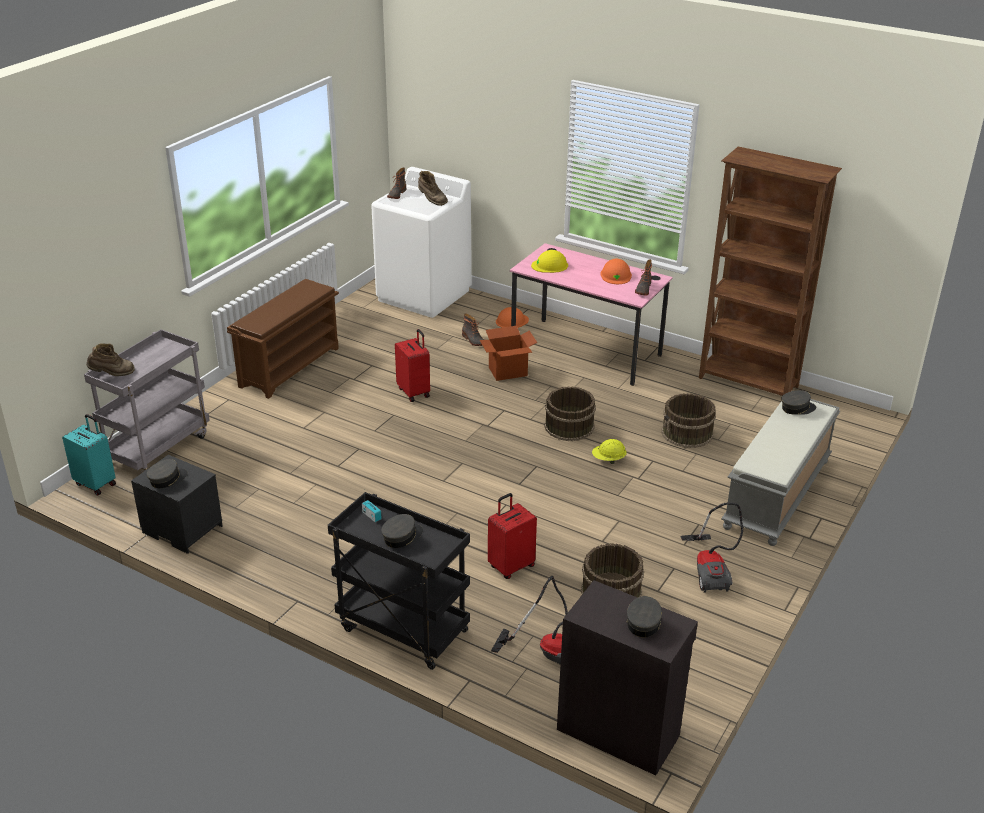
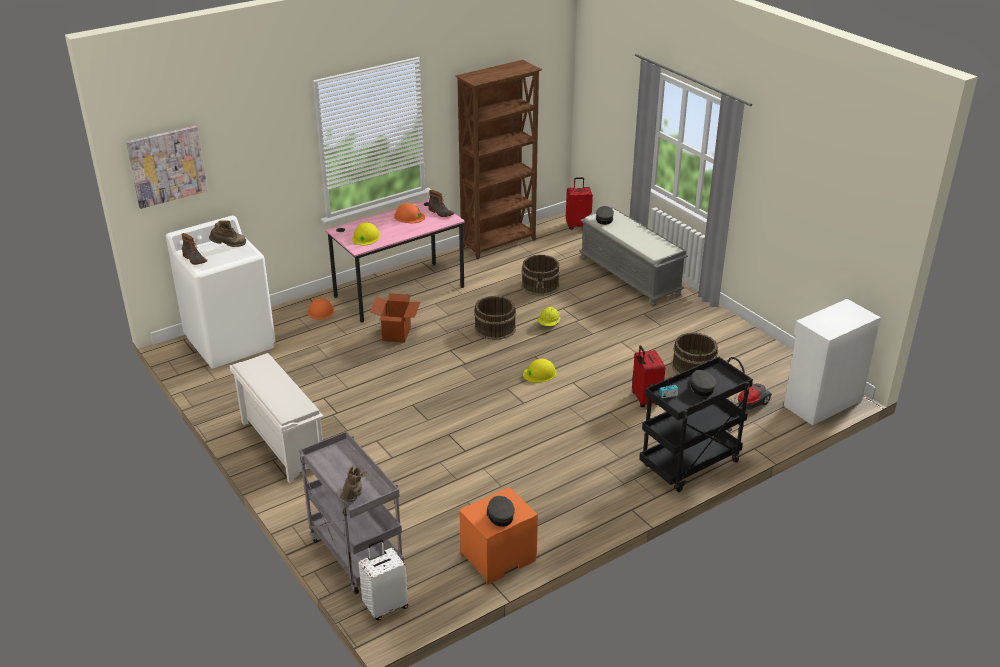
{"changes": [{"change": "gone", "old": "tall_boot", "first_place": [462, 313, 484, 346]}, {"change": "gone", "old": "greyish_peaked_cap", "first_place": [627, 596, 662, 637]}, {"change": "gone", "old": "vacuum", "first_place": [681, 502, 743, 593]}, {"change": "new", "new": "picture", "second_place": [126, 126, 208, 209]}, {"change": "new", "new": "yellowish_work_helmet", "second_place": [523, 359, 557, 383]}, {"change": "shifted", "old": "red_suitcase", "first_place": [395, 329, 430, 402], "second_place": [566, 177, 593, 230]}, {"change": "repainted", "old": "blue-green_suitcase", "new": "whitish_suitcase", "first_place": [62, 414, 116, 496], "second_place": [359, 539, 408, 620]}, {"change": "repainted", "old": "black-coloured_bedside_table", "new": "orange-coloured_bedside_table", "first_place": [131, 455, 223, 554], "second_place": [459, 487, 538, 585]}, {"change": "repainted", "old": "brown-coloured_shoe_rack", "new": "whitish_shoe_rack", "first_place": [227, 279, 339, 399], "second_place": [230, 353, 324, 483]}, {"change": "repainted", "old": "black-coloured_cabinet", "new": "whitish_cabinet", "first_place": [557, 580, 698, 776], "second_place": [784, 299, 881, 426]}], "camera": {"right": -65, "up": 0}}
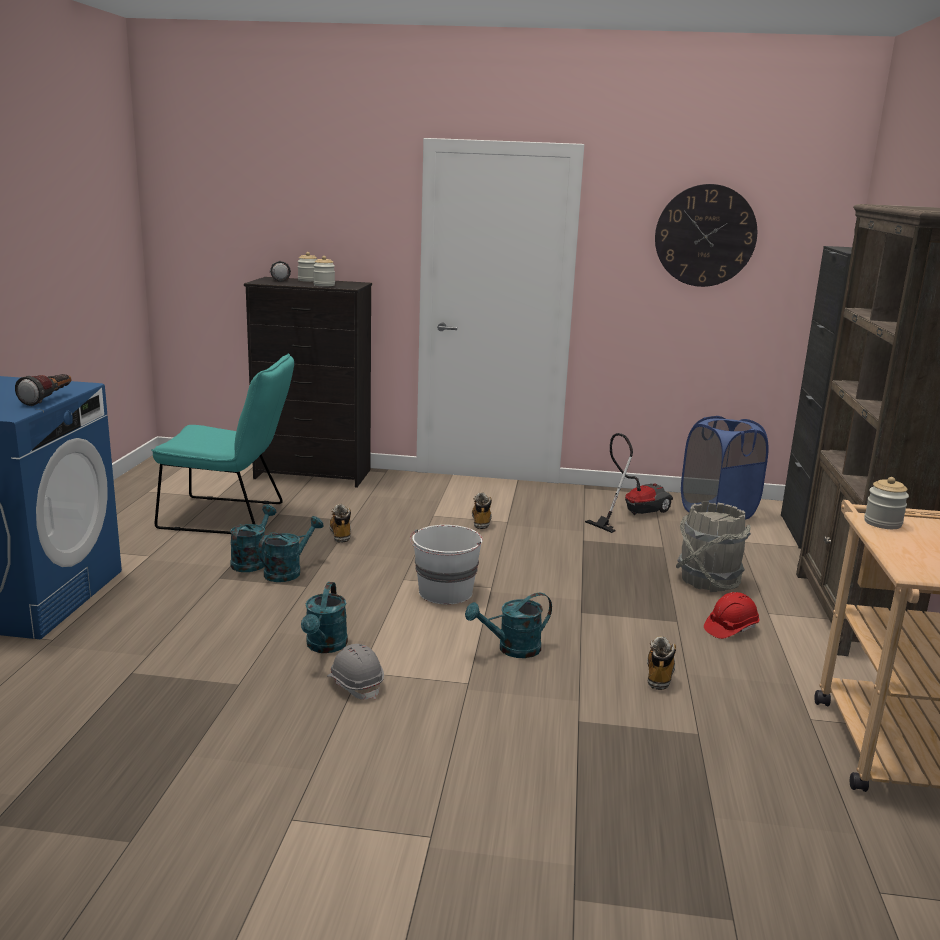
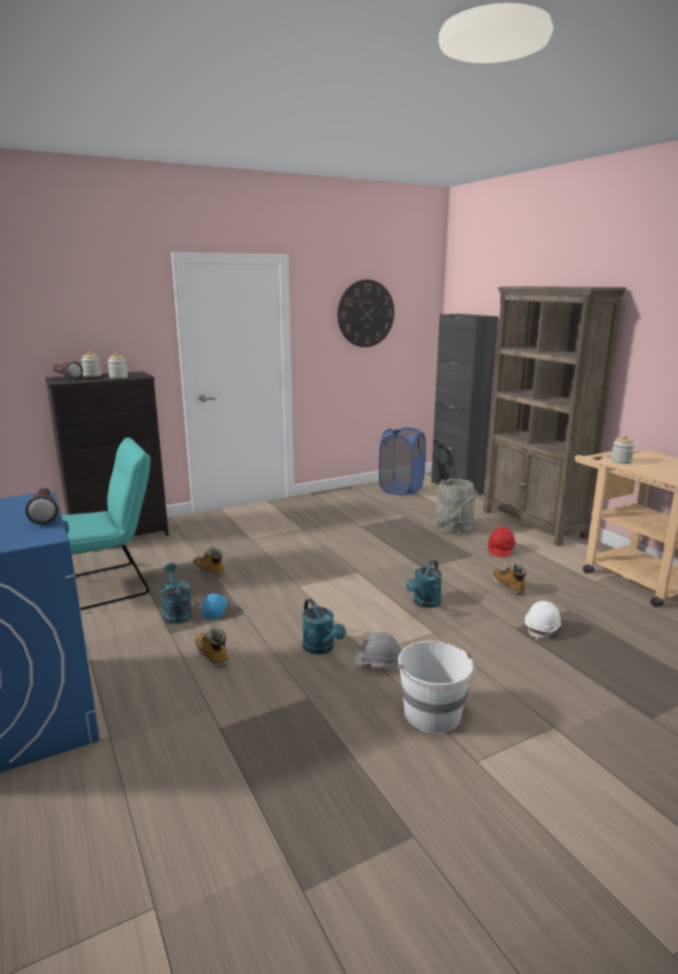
{"changes": [{"change": "gone", "old": "vacuum", "first_place": [585, 433, 673, 533]}, {"change": "new", "new": "whitish_work_helmet", "second_place": [525, 601, 562, 640]}, {"change": "shifted", "old": "whitish_pail", "first_place": [410, 525, 483, 604], "second_place": [398, 641, 476, 734]}, {"change": "shifted", "old": "tall_boot", "first_place": [472, 492, 492, 529], "second_place": [195, 627, 229, 668]}, {"change": "swapped", "old": "blue-green_sprinkling_can", "new": "blue_peaked_cap", "first_place": [258, 516, 324, 582], "second_place": [202, 593, 228, 619]}], "camera": {"right": -35, "up": 0}}
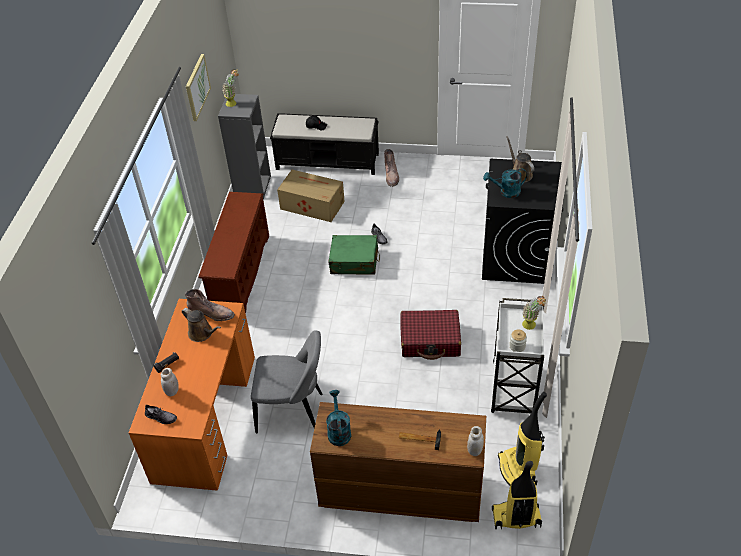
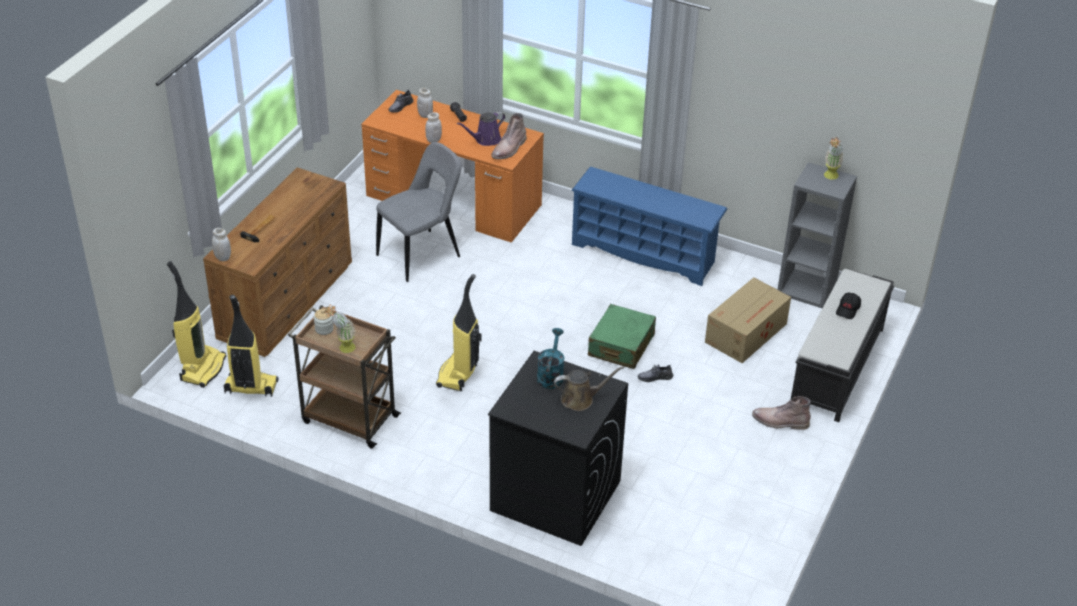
{"changes": [{"change": "gone", "old": "picture", "first_place": [186, 54, 211, 121]}, {"change": "gone", "old": "blue-green_sprinkling_can", "first_place": [326, 390, 351, 446]}, {"change": "new", "new": "whitish_storage_jar", "second_place": [425, 112, 442, 143]}, {"change": "swapped", "old": "red_suitcase", "new": "vacuum", "first_place": [400, 310, 461, 360], "second_place": [436, 274, 482, 391]}, {"change": "repainted", "old": "brown-coloured_sprinkling_can", "new": "purplish_sprinkling_can", "first_place": [182, 308, 221, 342], "second_place": [457, 111, 505, 146]}, {"change": "repainted", "old": "brown-coloured_shoe_rack", "new": "blue_shoe_rack", "first_place": [198, 192, 269, 314], "second_place": [571, 167, 727, 286]}, {"change": "repainted", "old": "whitish_cart", "new": "brown-coloured_cart", "first_place": [491, 298, 544, 413], "second_place": [288, 305, 401, 449]}, {"change": "rotated", "old": "greyish_plain_chair", "first_place": [251, 330, 323, 433], "second_place": [376, 142, 462, 282], "degrees": -150}], "camera": {"right": 105, "up": -5}}
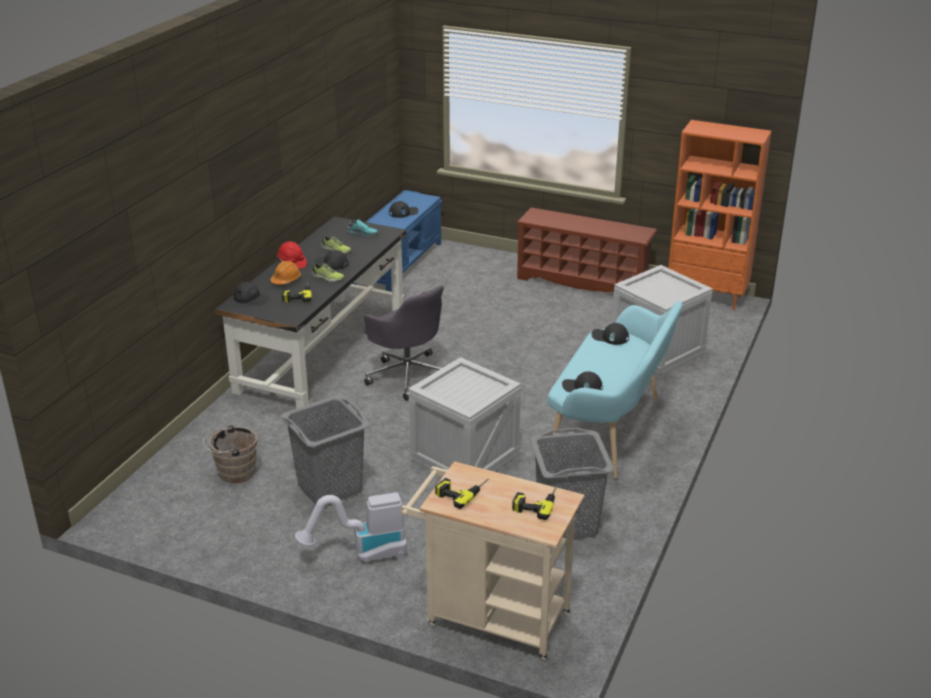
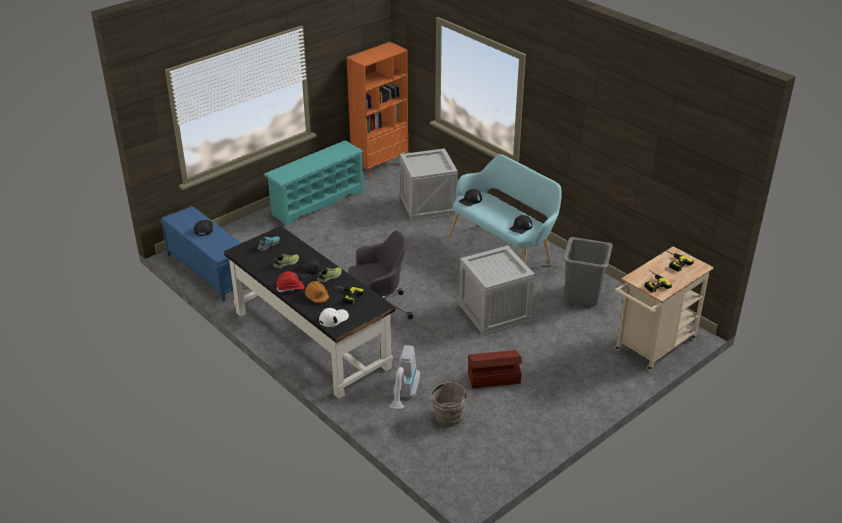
{"changes": [{"change": "shifted", "old": "vacuum", "first_place": [295, 492, 407, 563], "second_place": [389, 345, 420, 409]}, {"change": "swapped", "old": "greyish_hamper", "new": "brown-coloured_storage_container", "first_place": [281, 396, 370, 506], "second_place": [468, 350, 522, 389]}, {"change": "repainted", "old": "black-coloured_peaked_cap", "new": "whitish_peaked_cap", "first_place": [233, 282, 269, 306], "second_place": [319, 308, 349, 327]}, {"change": "repainted", "old": "brown-coloured_shoe_rack", "new": "blue-green_shoe_rack", "first_place": [516, 208, 658, 292], "second_place": [264, 140, 364, 227]}], "camera": {"right": -65, "up": 5}}
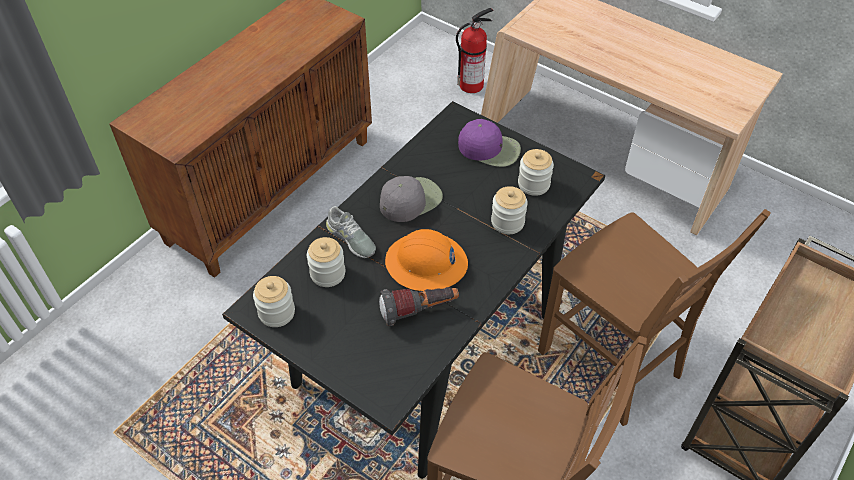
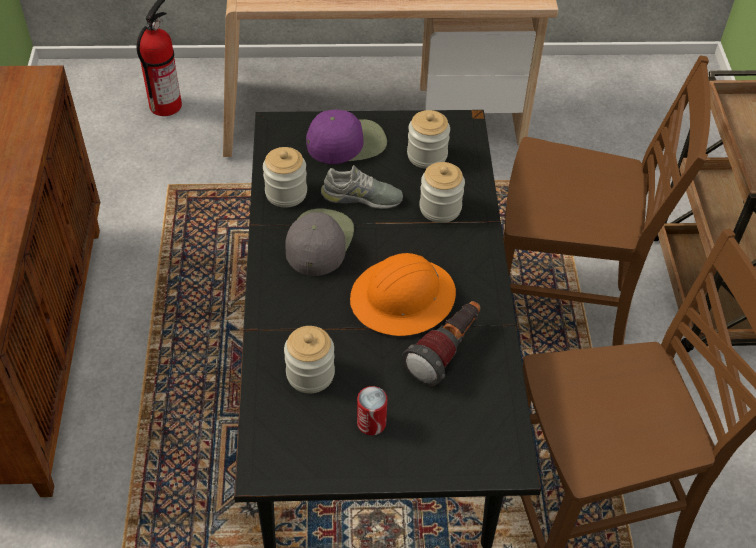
{"changes": [{"change": "new", "new": "sealed_can", "second_place": [357, 386, 387, 435]}, {"change": "shifted", "old": "storage_jar", "first_place": [253, 276, 295, 327], "second_place": [263, 147, 307, 207]}, {"change": "shifted", "old": "greyish_shoe", "first_place": [326, 206, 376, 258], "second_place": [321, 165, 403, 209]}], "camera": {"right": -40, "up": 0}}
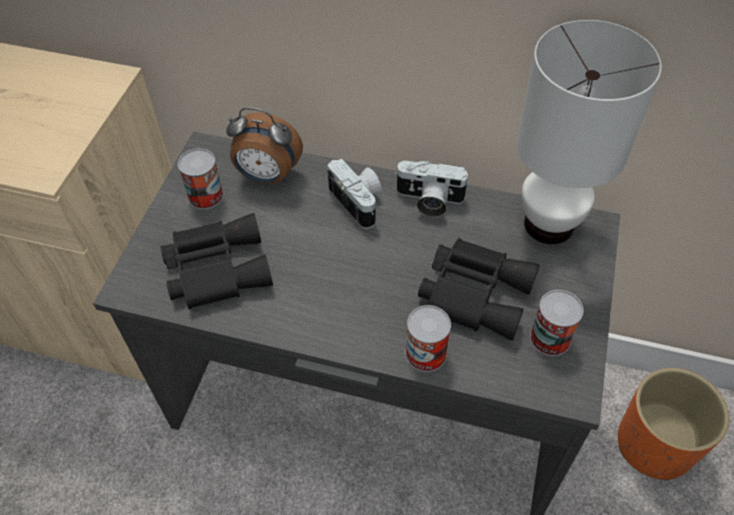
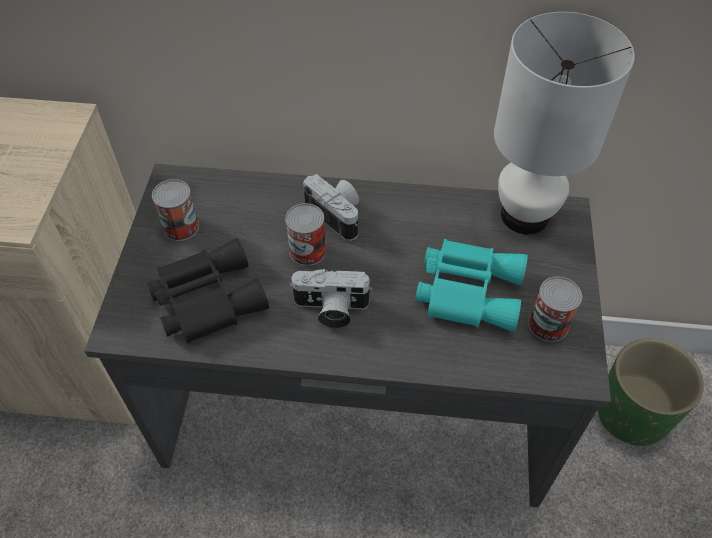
{"changes": [{"change": "gone", "old": "table_clock", "first_place": [226, 107, 303, 184]}, {"change": "shifted", "old": "photo_camera", "first_place": [395, 161, 469, 217], "second_place": [289, 269, 373, 328]}, {"change": "shifted", "old": "sealed_can", "first_place": [405, 305, 451, 372], "second_place": [285, 203, 326, 266]}, {"change": "repainted", "old": "black-coloured_pair_of_binoculars", "new": "blue-green_pair_of_binoculars", "first_place": [418, 238, 540, 341], "second_place": [415, 239, 528, 332]}, {"change": "repainted", "old": "orange-coloured_planter", "new": "greenish_planter", "first_place": [618, 368, 729, 480], "second_place": [598, 338, 704, 446]}], "camera": {"right": -10, "up": 0}}
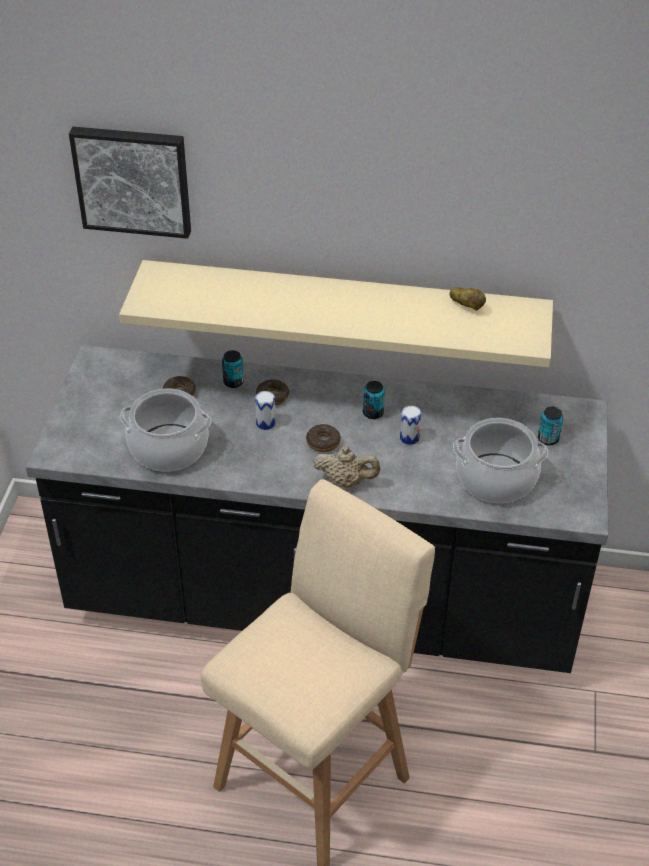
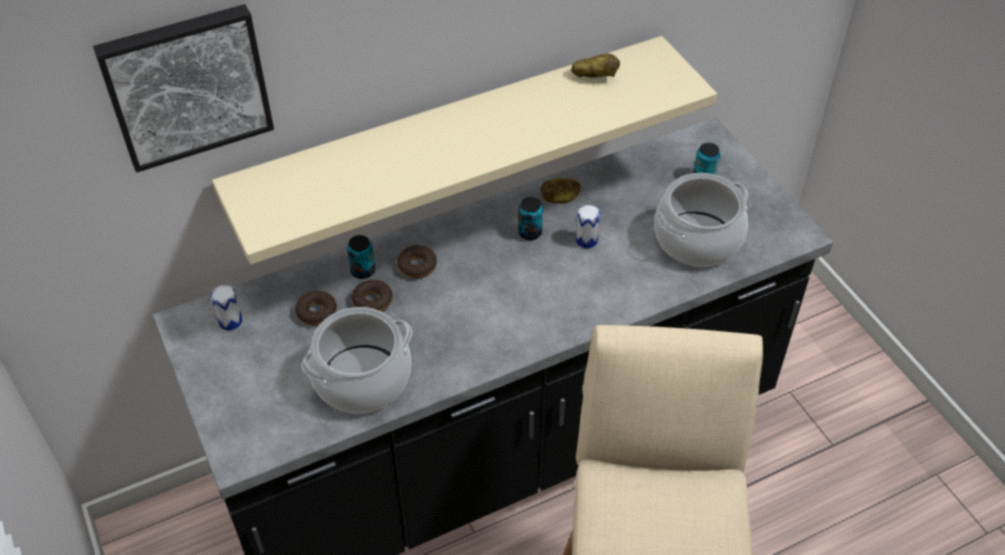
{"changes": [{"change": "gone", "old": "sand-coloured_teapot", "first_place": [313, 446, 380, 488]}, {"change": "new", "new": "whole_potato", "second_place": [541, 178, 580, 204]}, {"change": "shifted", "old": "sealed_can", "first_place": [255, 391, 275, 430], "second_place": [211, 285, 242, 330]}, {"change": "shifted", "old": "doughnut", "first_place": [306, 424, 341, 452], "second_place": [352, 280, 393, 312]}], "camera": {"right": -35, "up": 5}}
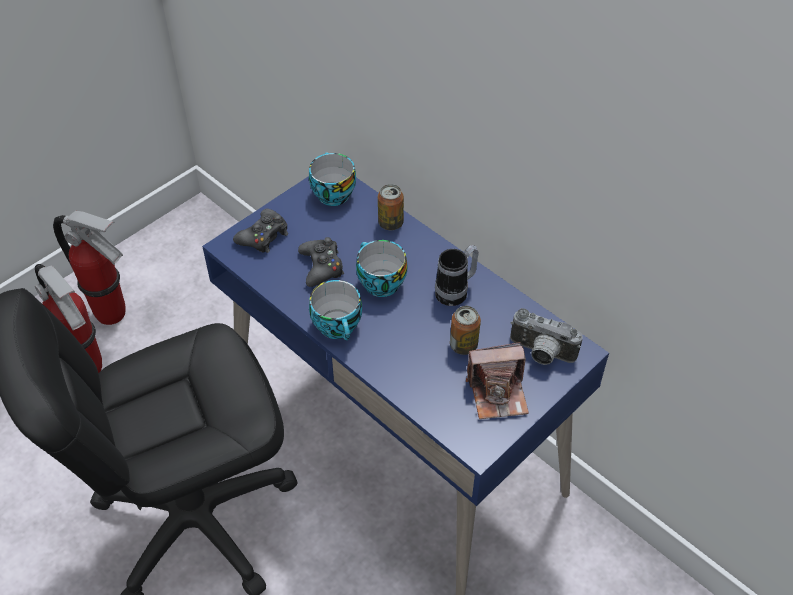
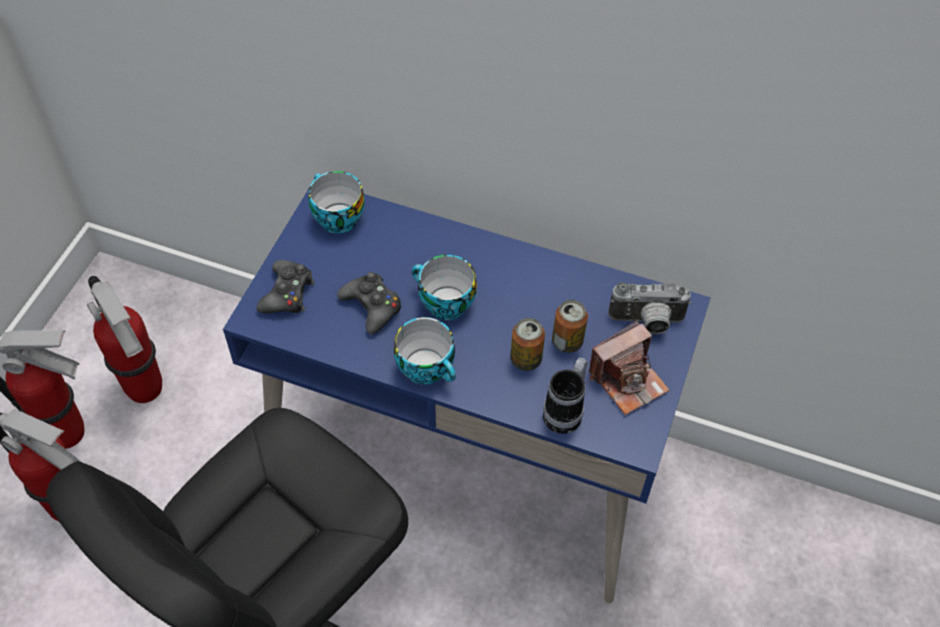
{"changes": [{"change": "new", "new": "extinguisher", "second_place": [87, 276, 162, 403]}, {"change": "shifted", "old": "sealed_can", "first_place": [378, 184, 404, 230], "second_place": [510, 318, 545, 371]}, {"change": "shifted", "old": "tea_mug", "first_place": [435, 245, 479, 306], "second_place": [543, 357, 587, 434]}], "camera": {"right": -25, "up": 5}}
